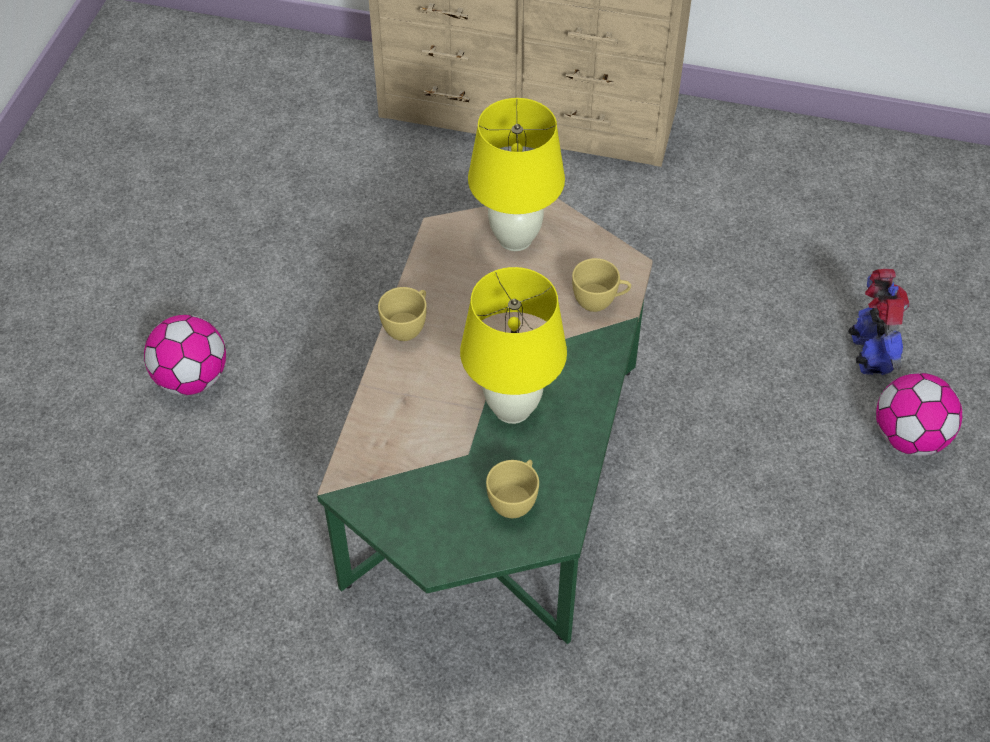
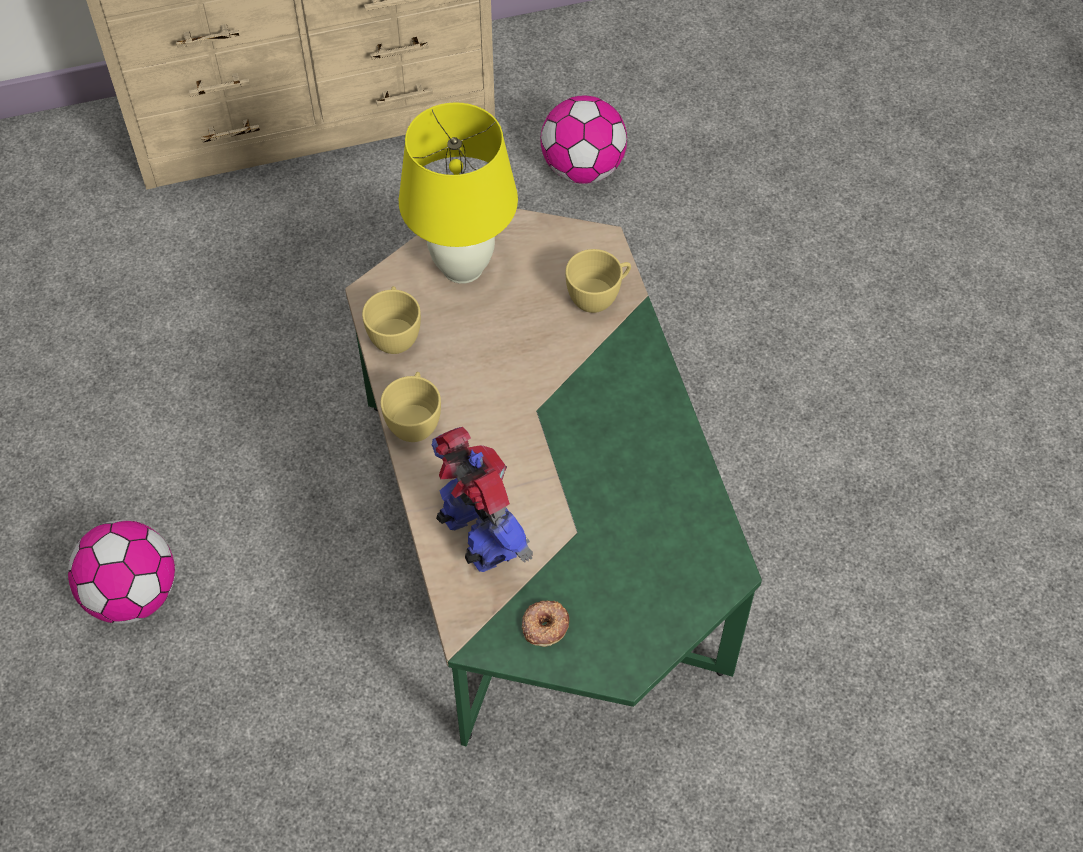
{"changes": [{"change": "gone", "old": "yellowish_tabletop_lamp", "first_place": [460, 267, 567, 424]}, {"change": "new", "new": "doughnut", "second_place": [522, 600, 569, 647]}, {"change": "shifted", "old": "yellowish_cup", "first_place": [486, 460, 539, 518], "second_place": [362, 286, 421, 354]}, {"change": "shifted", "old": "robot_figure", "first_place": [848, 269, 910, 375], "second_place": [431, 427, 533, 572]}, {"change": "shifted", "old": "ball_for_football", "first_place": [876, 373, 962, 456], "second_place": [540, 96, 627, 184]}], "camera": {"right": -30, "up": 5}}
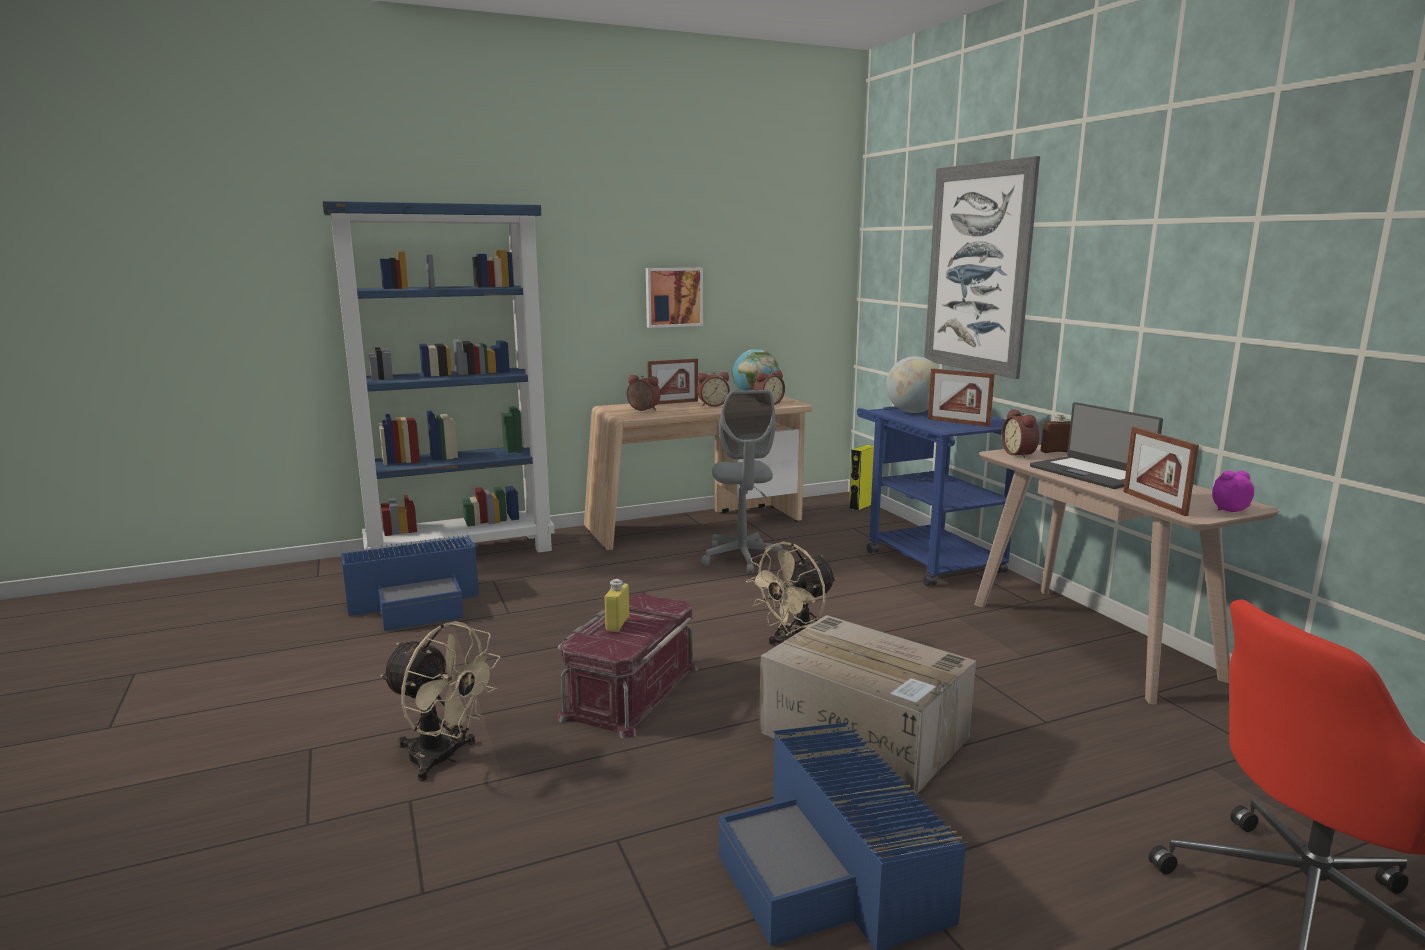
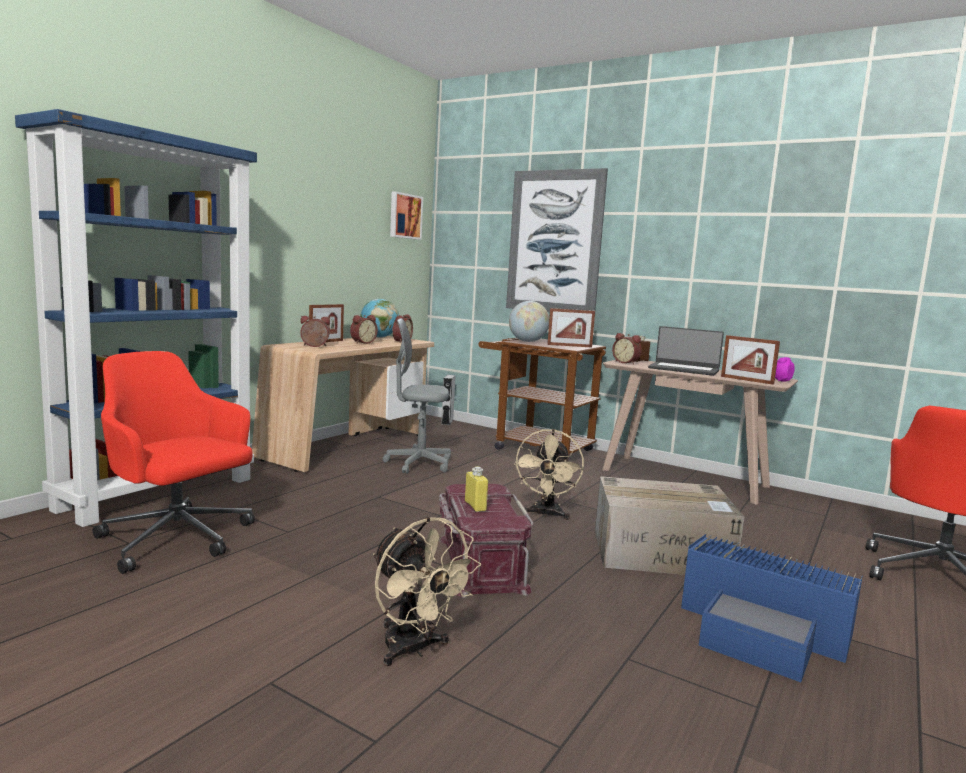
{"changes": [{"change": "shifted", "old": "picture", "first_place": [646, 268, 703, 328], "second_place": [390, 192, 423, 240]}, {"change": "swapped", "old": "blue_storage_container", "new": "red_desk_chair", "first_place": [341, 534, 479, 631], "second_place": [93, 351, 255, 574]}, {"change": "repainted", "old": "yellowish_loudspeaker", "new": "greyish_loudspeaker", "first_place": [848, 445, 874, 511], "second_place": [441, 375, 456, 425]}, {"change": "repainted", "old": "blue_cart", "new": "brown-coloured_cart", "first_place": [857, 406, 1015, 586], "second_place": [479, 338, 606, 454]}, {"change": "rotated", "old": "sand-coloured_electric_fan", "first_place": [380, 621, 500, 781], "second_place": [373, 517, 481, 666], "degrees": 60}, {"change": "rotated", "old": "greyish_desk_chair", "first_place": [701, 390, 782, 574], "second_place": [383, 318, 451, 474], "degrees": 135}], "camera": {"right": -35, "up": -5}}
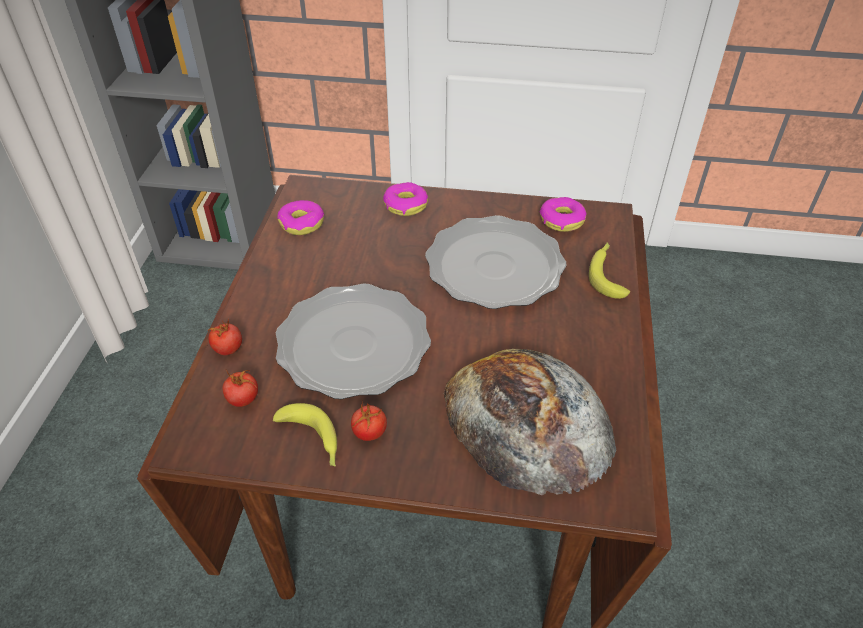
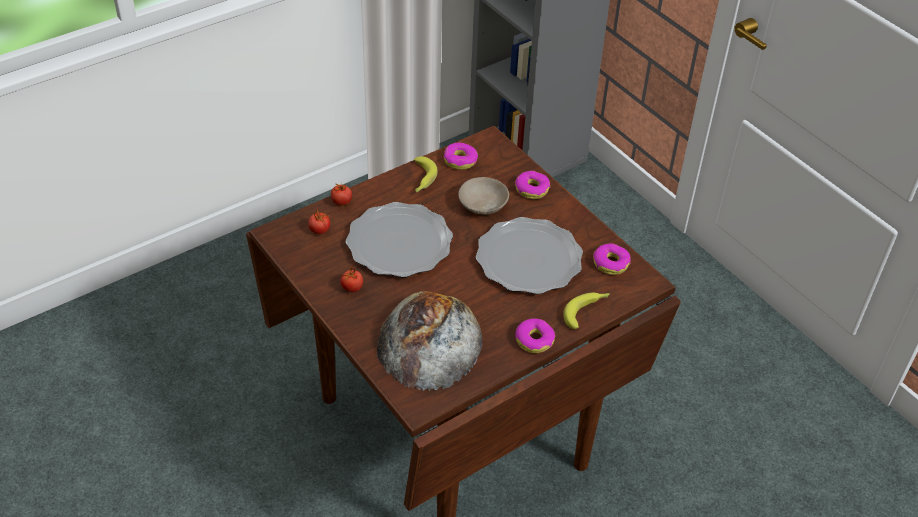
{"changes": [{"change": "new", "new": "sand-coloured_deep_dish", "second_place": [458, 177, 509, 215]}, {"change": "new", "new": "doughnut", "second_place": [515, 318, 555, 353]}, {"change": "shifted", "old": "banana", "first_place": [273, 403, 337, 466], "second_place": [414, 156, 438, 192]}], "camera": {"right": 45, "up": 0}}
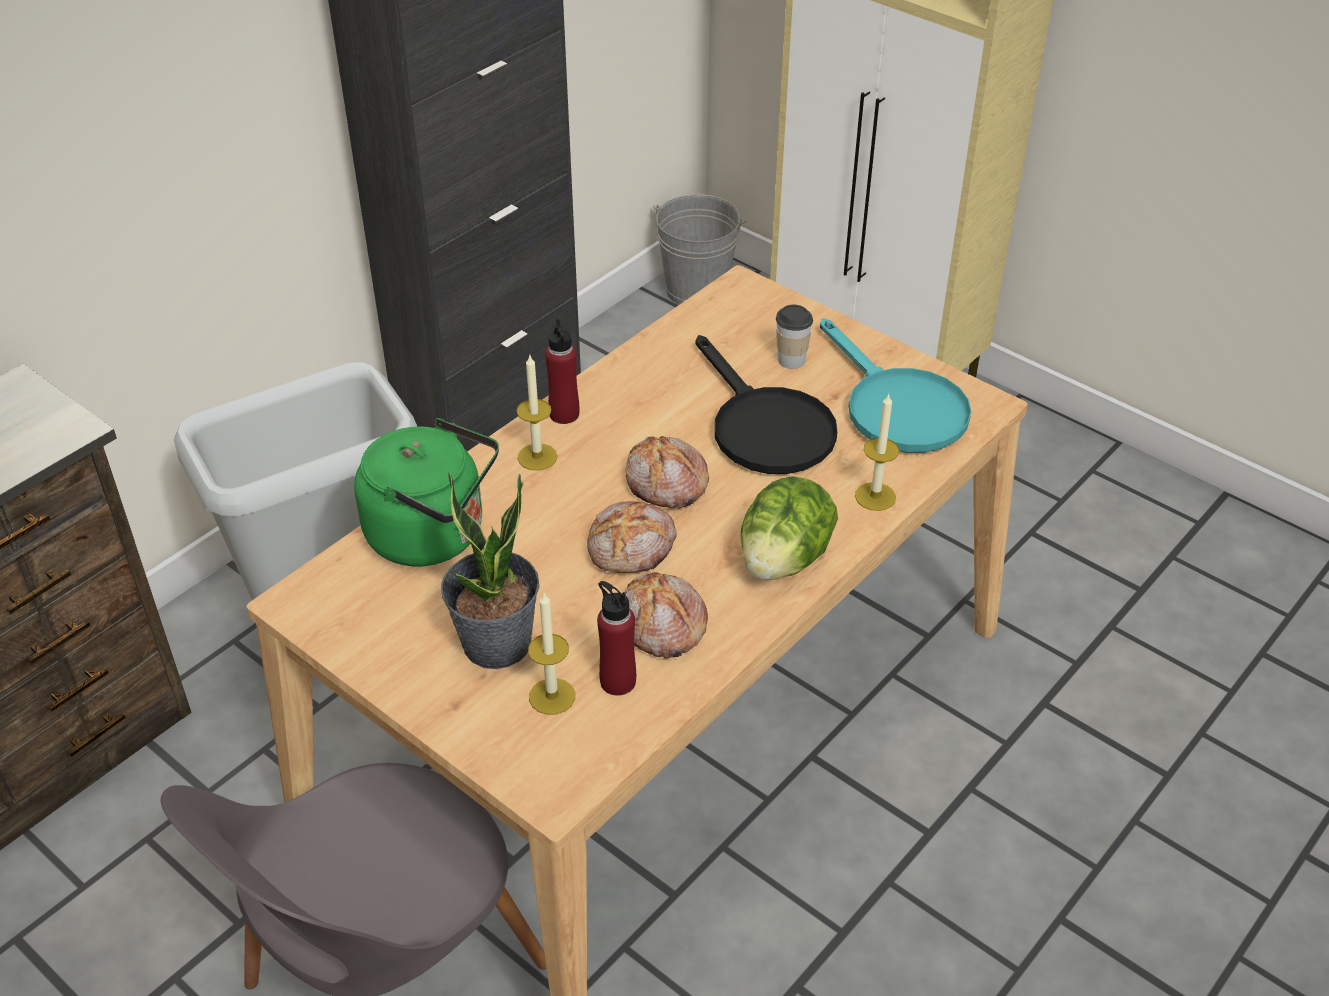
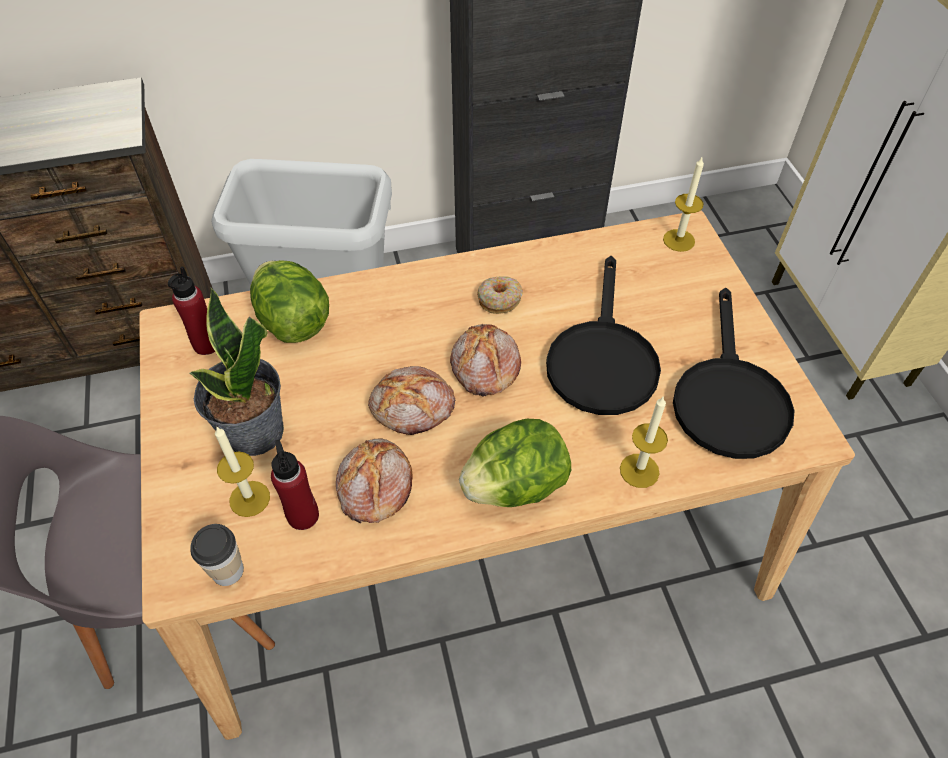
{"changes": [{"change": "gone", "old": "greyish_pail", "first_place": [653, 194, 746, 305]}, {"change": "new", "new": "doughnut", "second_place": [477, 276, 523, 314]}, {"change": "shifted", "old": "wax_candle", "first_place": [517, 356, 558, 471], "second_place": [663, 157, 704, 252]}, {"change": "shifted", "old": "red_beverage_bottle", "first_place": [545, 318, 579, 424], "second_place": [168, 267, 215, 355]}, {"change": "shifted", "old": "cup", "first_place": [776, 305, 813, 369], "second_place": [190, 524, 244, 586]}, {"change": "swapped", "old": "greenish_kettle", "new": "lettuce_head", "first_place": [354, 418, 499, 566], "second_place": [250, 260, 329, 343]}, {"change": "repainted", "old": "blue-green_skillet", "new": "black-coloured_skillet", "first_place": [820, 318, 971, 453], "second_place": [673, 288, 795, 459]}], "camera": {"right": 35, "up": 10}}
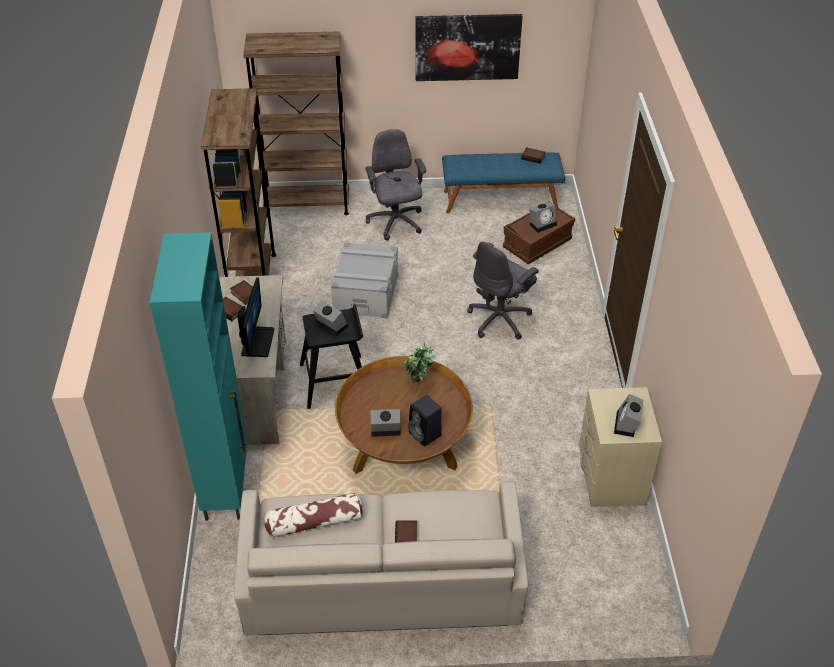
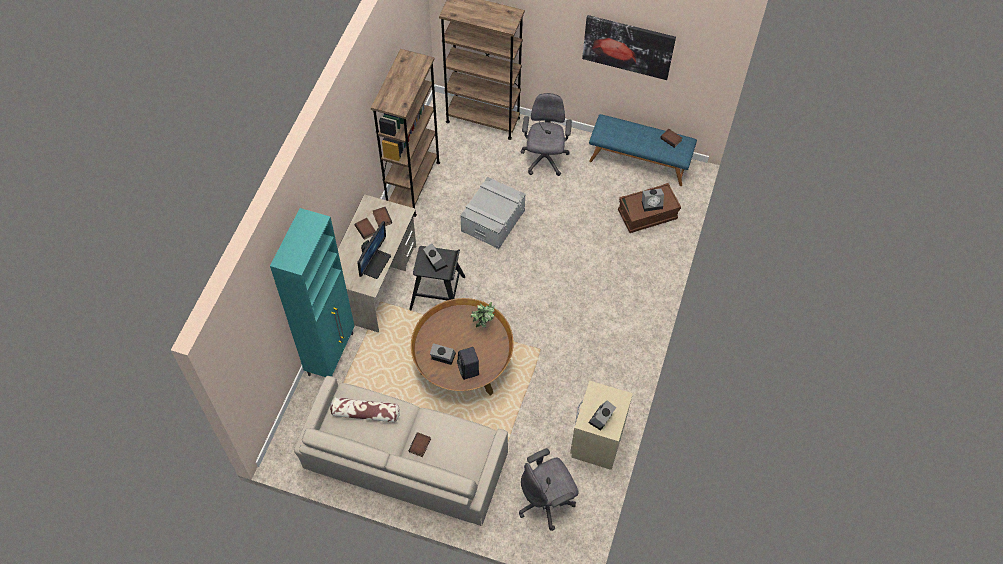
{"changes": [{"change": "shifted", "old": "greyish_desk_chair", "first_place": [467, 242, 539, 340], "second_place": [519, 448, 579, 531]}], "camera": {"right": 20, "up": 15}}
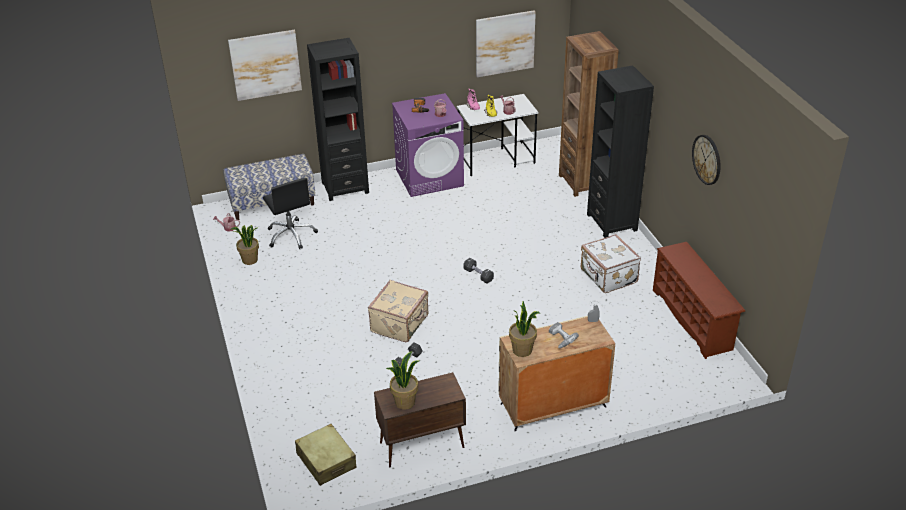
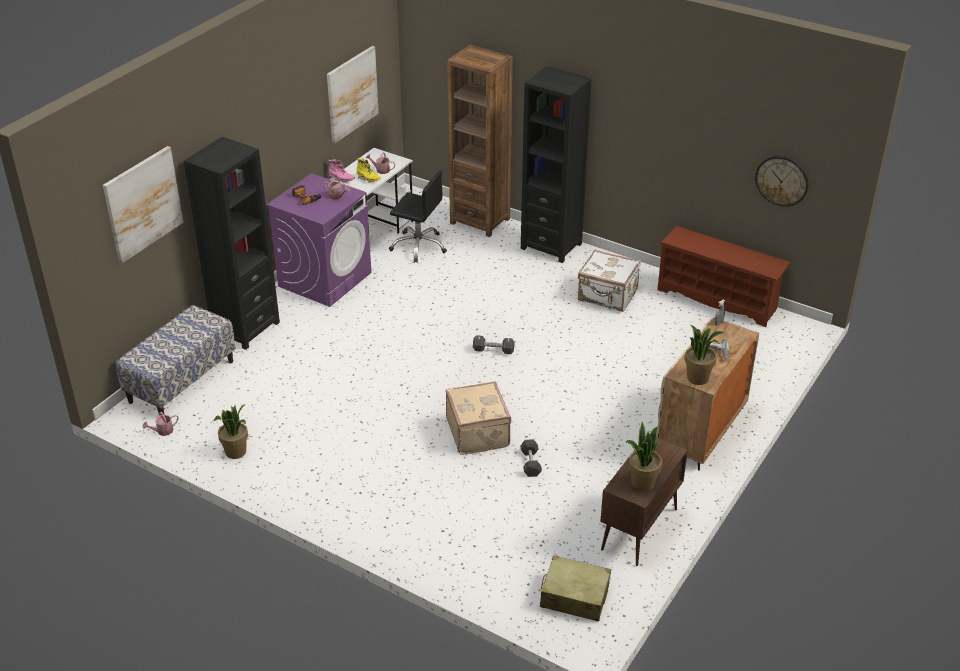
{"changes": [{"change": "shifted", "old": "black-coloured_desk_chair", "first_place": [263, 178, 318, 249], "second_place": [389, 170, 447, 263]}, {"change": "shifted", "old": "clock_on_the_wall", "first_place": [692, 135, 721, 185], "second_place": [755, 156, 809, 207]}], "camera": {"right": -40, "up": 0}}
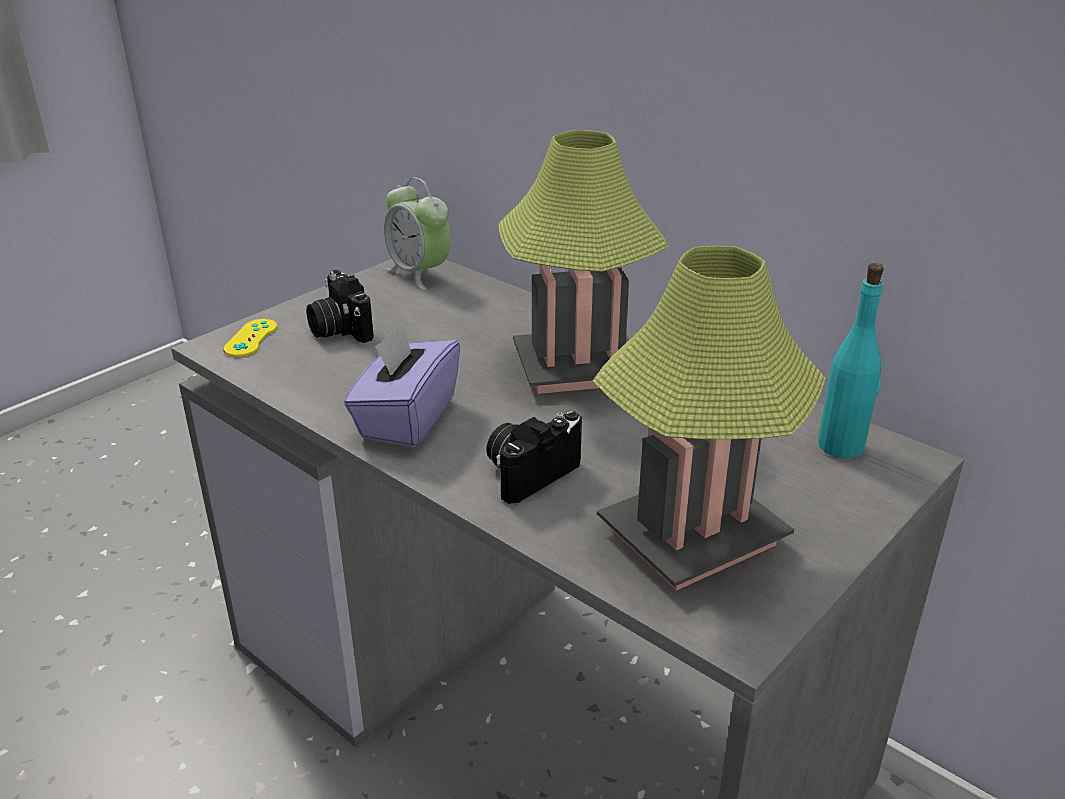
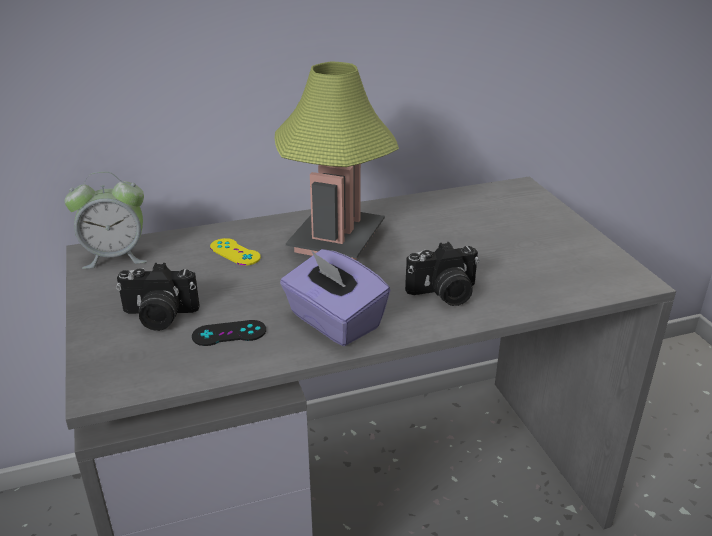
{"changes": [{"change": "gone", "old": "tabletop_lamp", "first_place": [593, 246, 826, 591]}, {"change": "gone", "old": "blue-green_beverage_bottle", "first_place": [818, 263, 884, 458]}, {"change": "new", "new": "black-coloured_gamepad", "second_place": [192, 320, 266, 346]}, {"change": "shifted", "old": "yellowish_gamepad", "first_place": [223, 319, 277, 357], "second_place": [210, 238, 261, 266]}, {"change": "rotated", "old": "photo_camera", "first_place": [486, 411, 582, 504], "second_place": [405, 242, 479, 306], "degrees": -90}], "camera": {"right": -60, "up": 0}}
